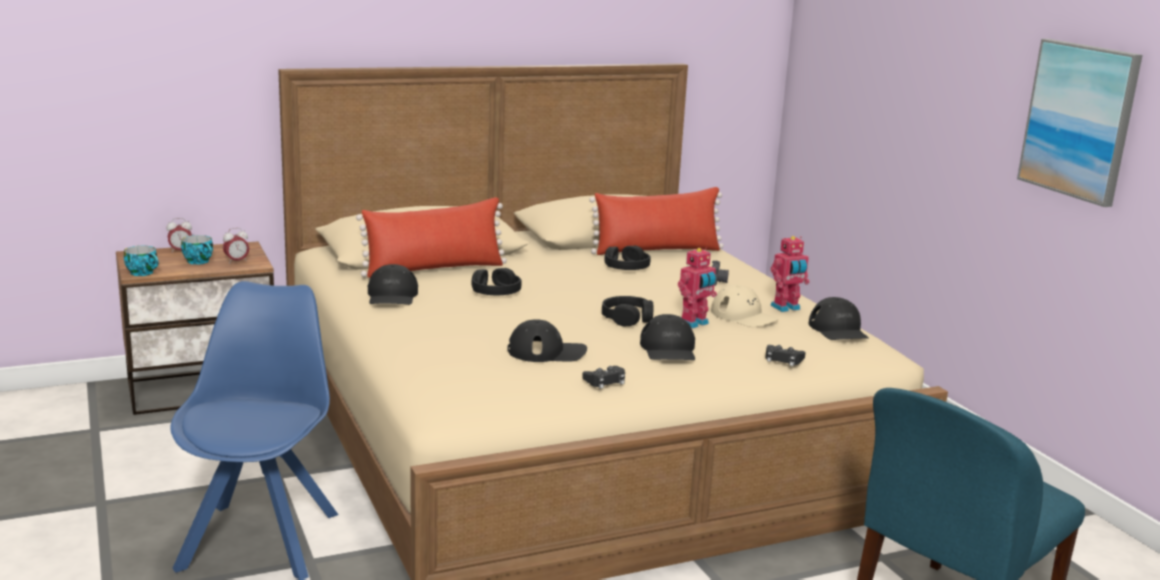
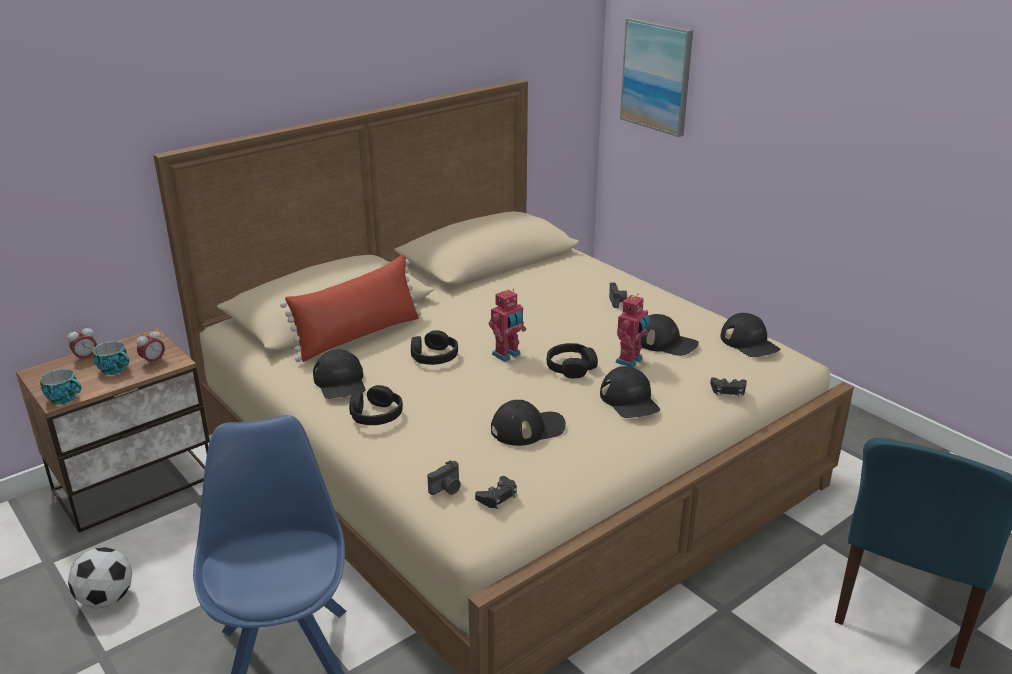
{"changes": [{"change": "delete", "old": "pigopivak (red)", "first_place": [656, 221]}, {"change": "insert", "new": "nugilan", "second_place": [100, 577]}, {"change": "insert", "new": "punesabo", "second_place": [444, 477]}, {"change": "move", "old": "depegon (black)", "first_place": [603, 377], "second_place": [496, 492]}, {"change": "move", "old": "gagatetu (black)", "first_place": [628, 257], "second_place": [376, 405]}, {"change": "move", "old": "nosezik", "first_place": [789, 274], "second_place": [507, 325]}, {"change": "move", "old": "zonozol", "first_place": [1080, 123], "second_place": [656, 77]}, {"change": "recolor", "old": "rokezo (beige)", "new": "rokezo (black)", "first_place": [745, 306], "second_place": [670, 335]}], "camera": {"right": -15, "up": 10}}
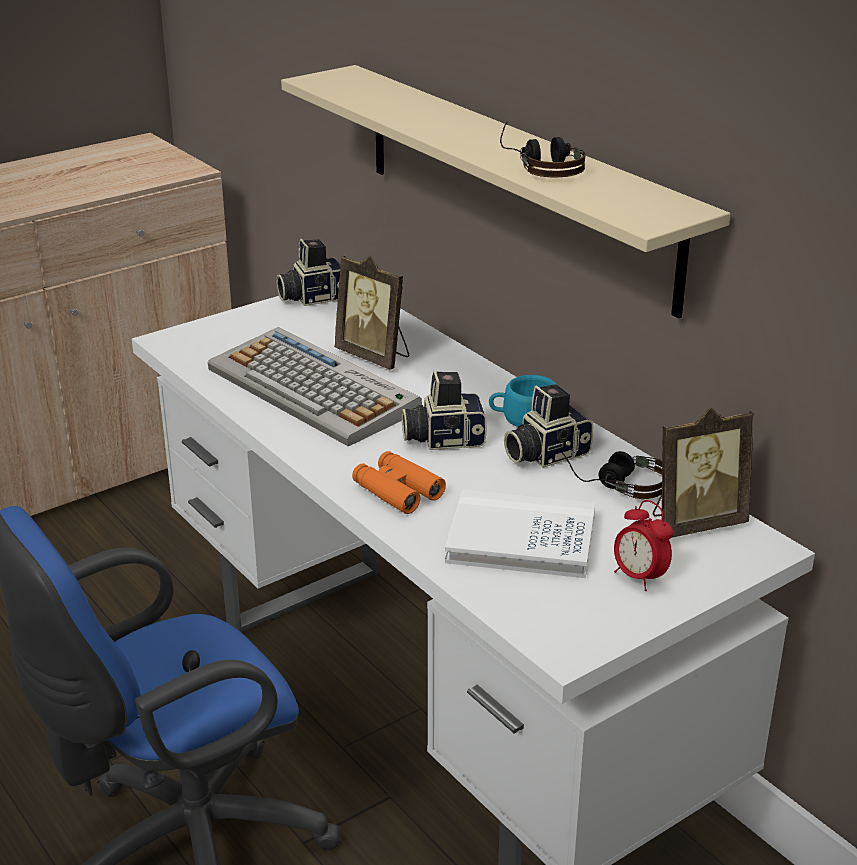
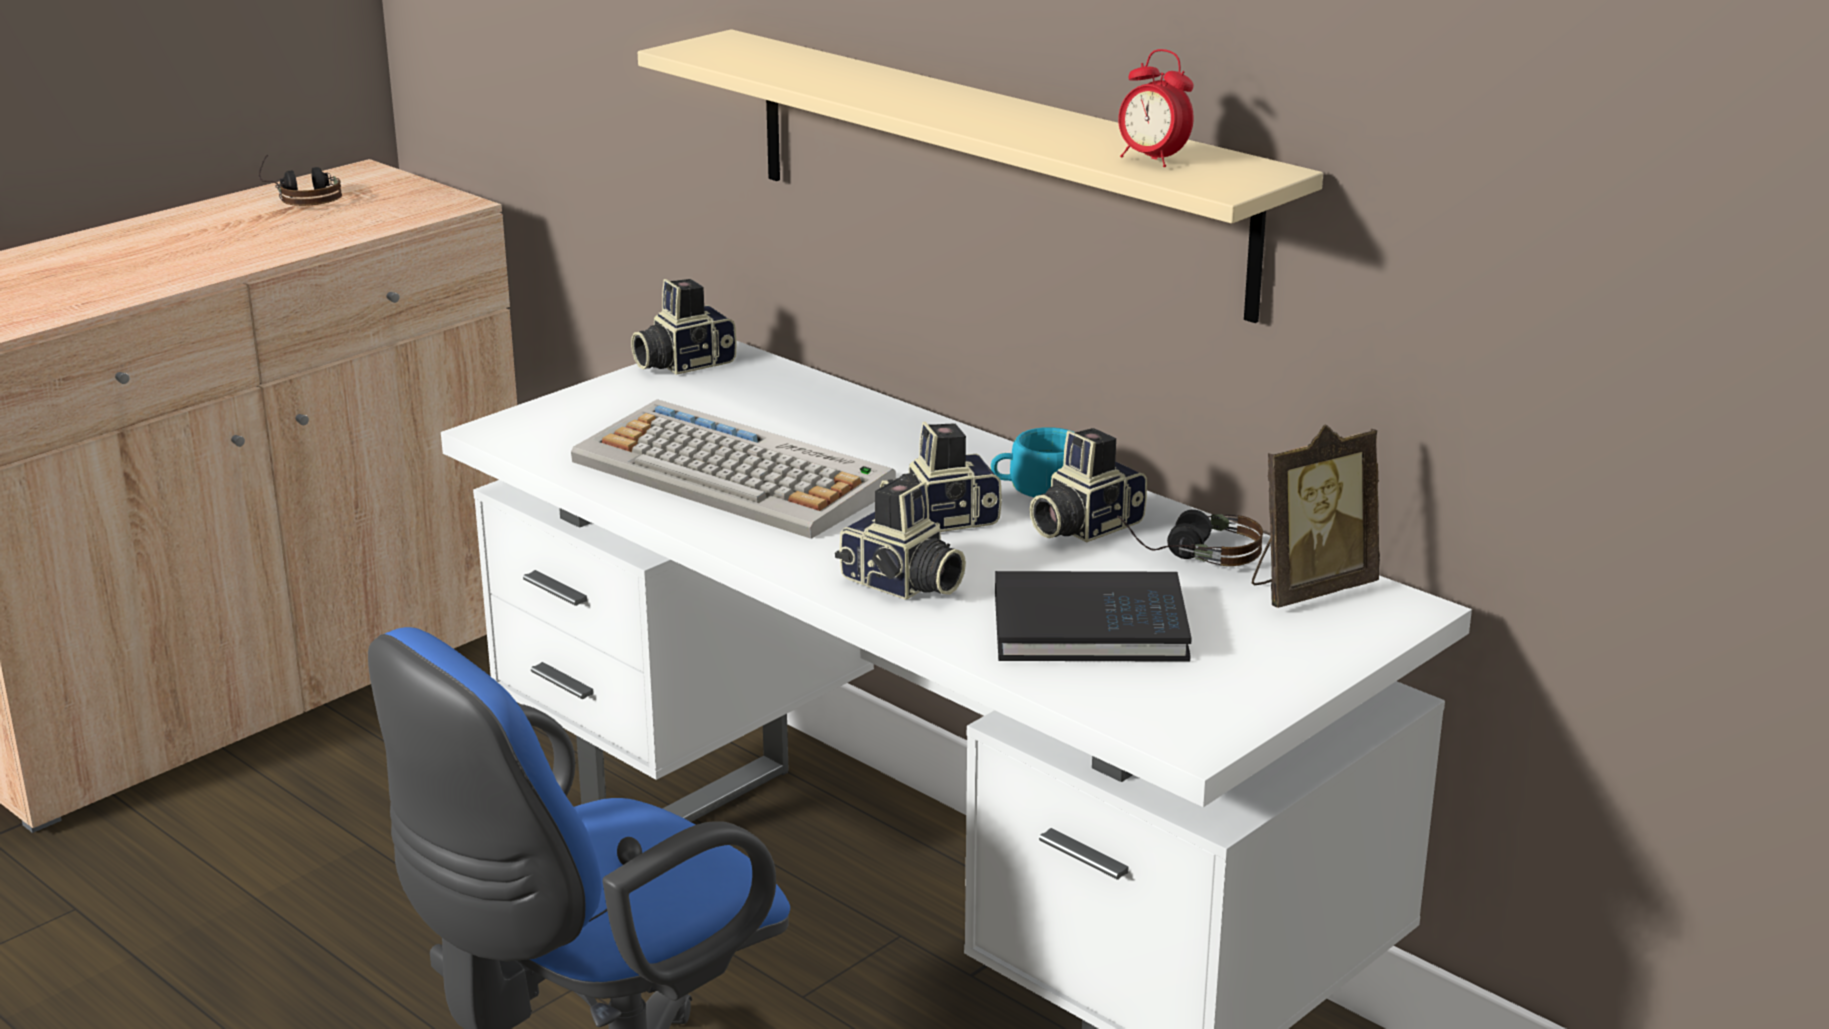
{"changes": [{"change": "delete", "old": "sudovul", "first_place": [371, 313]}, {"change": "move", "old": "gagatetu", "first_place": [543, 149], "second_place": [300, 180]}, {"change": "move", "old": "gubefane", "first_place": [643, 545], "second_place": [1156, 108]}, {"change": "replace", "old": "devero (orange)", "new": "punesabo", "first_place": [399, 482], "second_place": [900, 539]}, {"change": "recolor", "old": "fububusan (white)", "new": "fububusan (black)", "first_place": [520, 534], "second_place": [1093, 616]}], "camera": {"right": -10, "up": -5}}
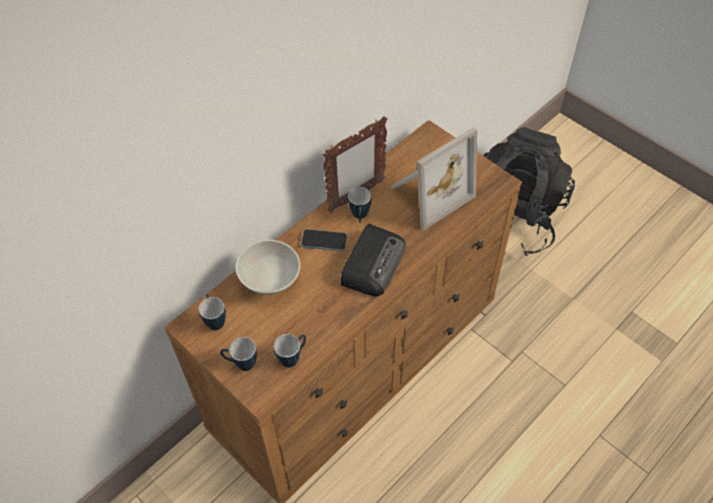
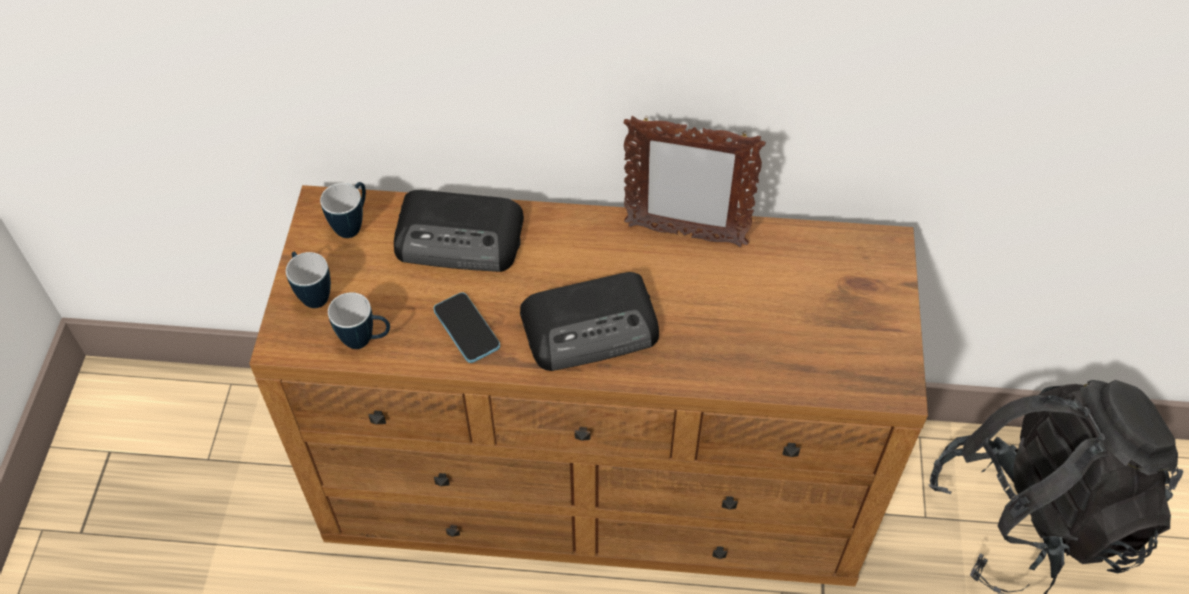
{"changes": [{"change": "delete", "old": "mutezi", "first_place": [359, 204]}, {"change": "delete", "old": "sudovul", "first_place": [433, 178]}, {"change": "move", "old": "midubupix", "first_place": [324, 240], "second_place": [466, 327]}, {"change": "replace", "old": "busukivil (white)", "new": "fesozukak", "first_place": [267, 267], "second_place": [459, 231]}], "camera": {"right": 50, "up": 0}}
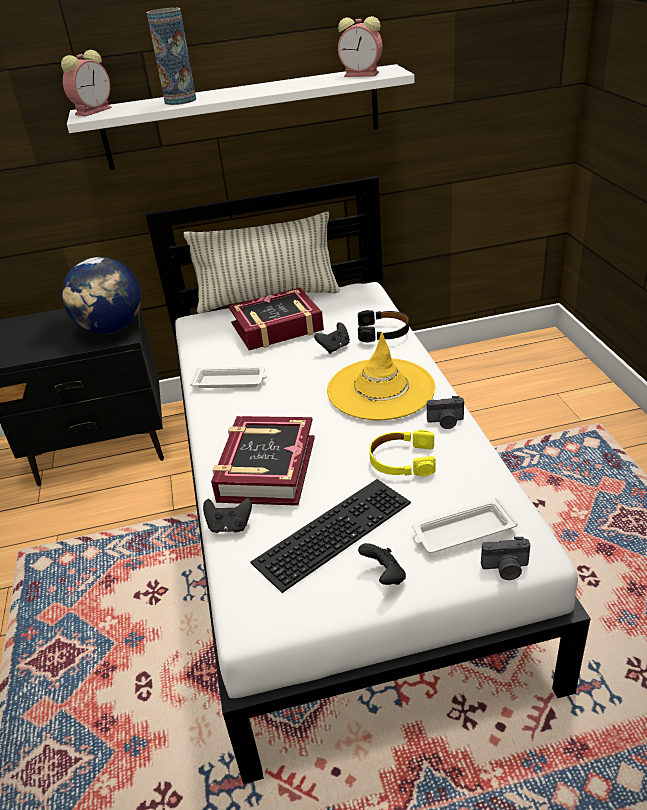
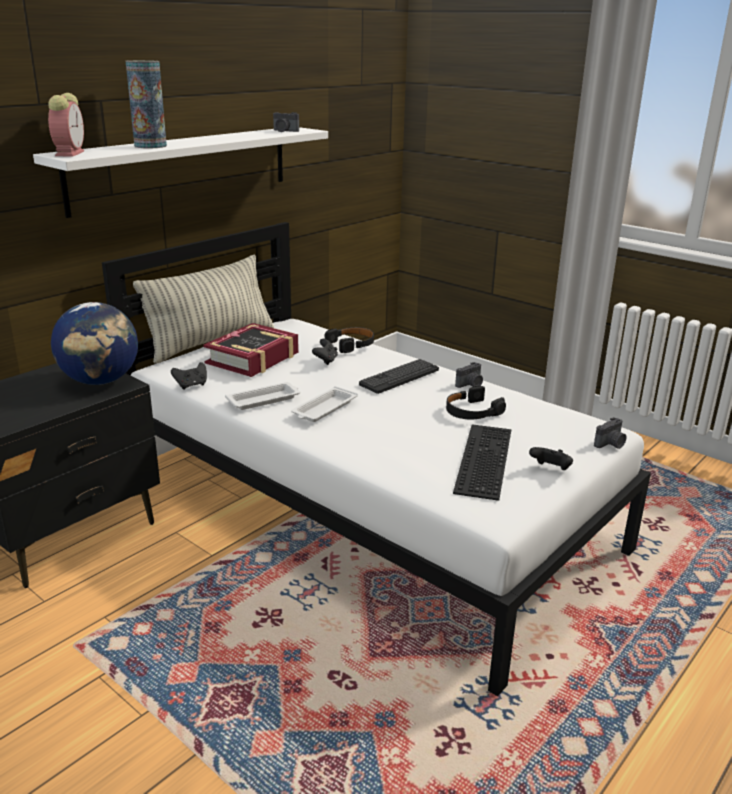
{"changes": [{"change": "delete", "old": "fububusan", "first_place": [263, 461]}, {"change": "move", "old": "depegon (black)", "first_place": [227, 515], "second_place": [189, 376]}, {"change": "move", "old": "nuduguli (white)", "first_place": [465, 525], "second_place": [324, 404]}, {"change": "replace", "old": "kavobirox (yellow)", "new": "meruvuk", "first_place": [381, 376], "second_place": [399, 376]}, {"change": "replace", "old": "gubefane", "new": "punesabo", "first_place": [360, 46], "second_place": [286, 122]}, {"change": "recolor", "old": "gagatetu (yellow)", "new": "gagatetu (black)", "first_place": [402, 453], "second_place": [476, 402]}], "camera": {"right": -40, "up": -10}}
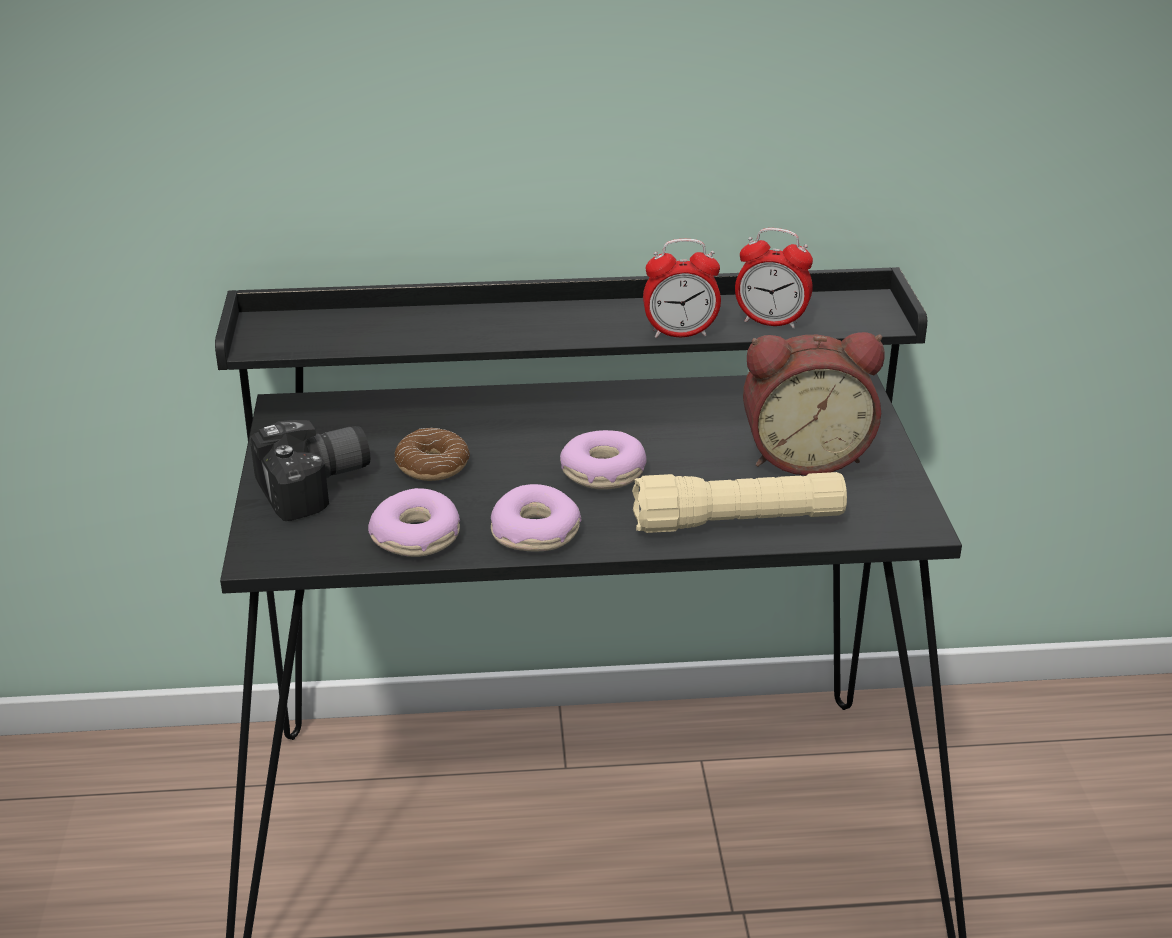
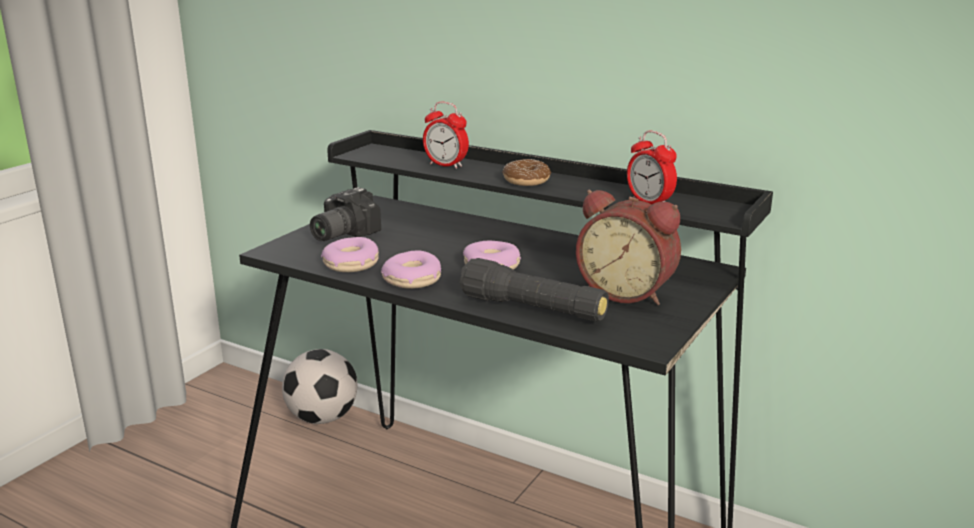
{"changes": [{"change": "insert", "new": "nugilan", "second_place": [319, 386]}, {"change": "move", "old": "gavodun", "first_place": [432, 454], "second_place": [526, 172]}, {"change": "move", "old": "gubefane", "first_place": [682, 288], "second_place": [446, 135]}, {"change": "recolor", "old": "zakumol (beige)", "new": "zakumol (black)", "first_place": [739, 502], "second_place": [534, 290]}, {"change": "rotate", "old": "punesabo", "first_place": [310, 470], "second_place": [345, 214], "degrees": 120}], "camera": {"right": 35, "up": -10}}
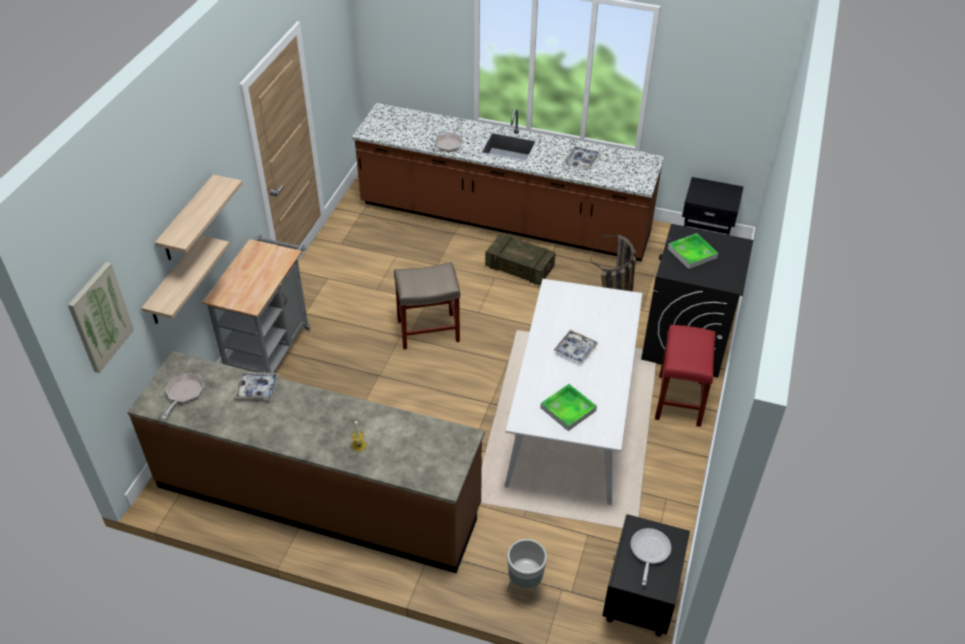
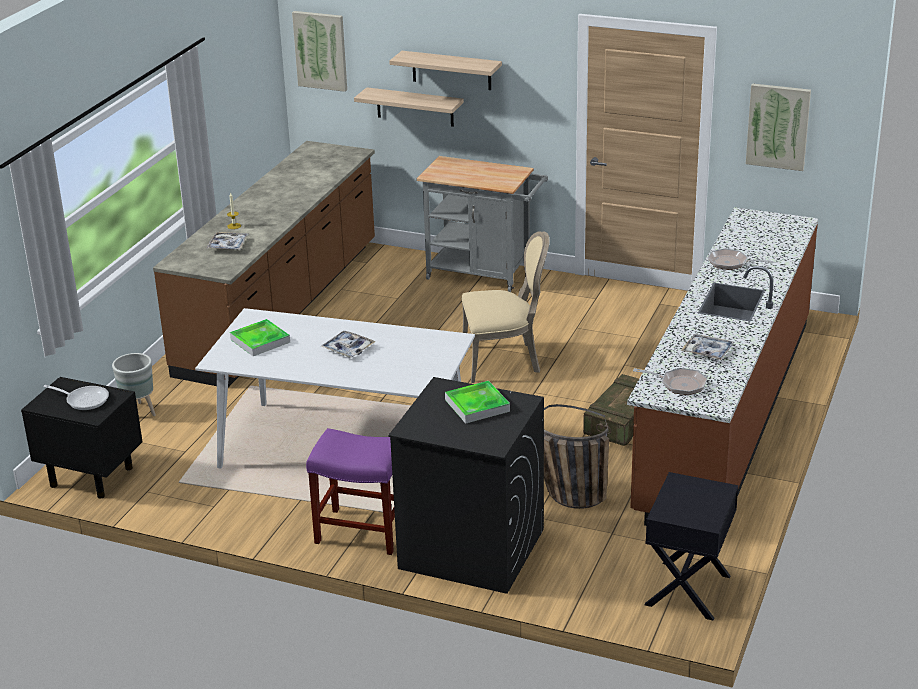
{"changes": [{"change": "insert", "new": "zonozol", "second_place": [778, 127]}, {"change": "move", "old": "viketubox", "first_place": [183, 396], "second_place": [670, 381]}, {"change": "move", "old": "nuduguli", "first_place": [256, 386], "second_place": [228, 241]}, {"change": "replace", "old": "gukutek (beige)", "new": "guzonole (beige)", "first_place": [427, 306], "second_place": [506, 307]}, {"change": "recolor", "old": "gukutek (red)", "new": "gukutek (purple)", "first_place": [685, 376], "second_place": [350, 491]}], "camera": {"right": 95, "up": -15}}
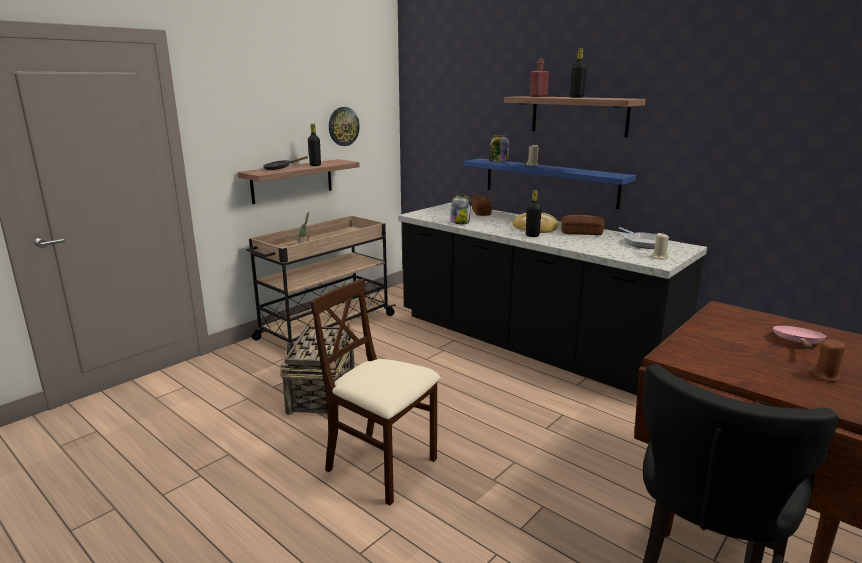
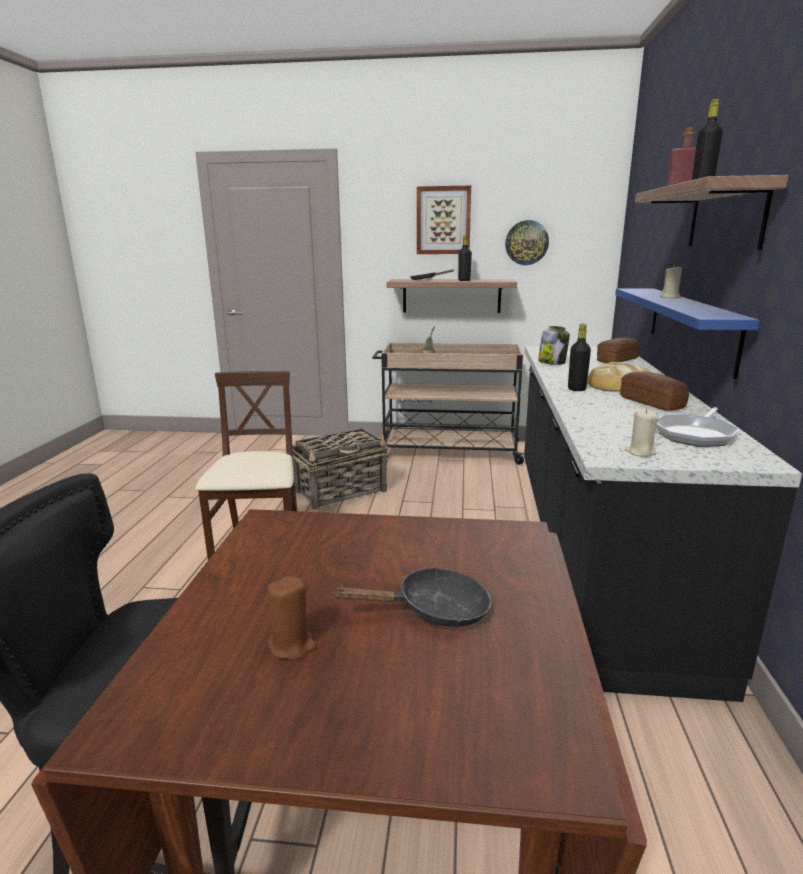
{"changes": [{"change": "delete", "old": "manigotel", "first_place": [499, 148]}, {"change": "insert", "new": "zonozol", "second_place": [444, 220]}, {"change": "recolor", "old": "viketubox (pink)", "new": "viketubox (black)", "first_place": [799, 337], "second_place": [411, 597]}], "camera": {"right": 55, "up": 0}}
